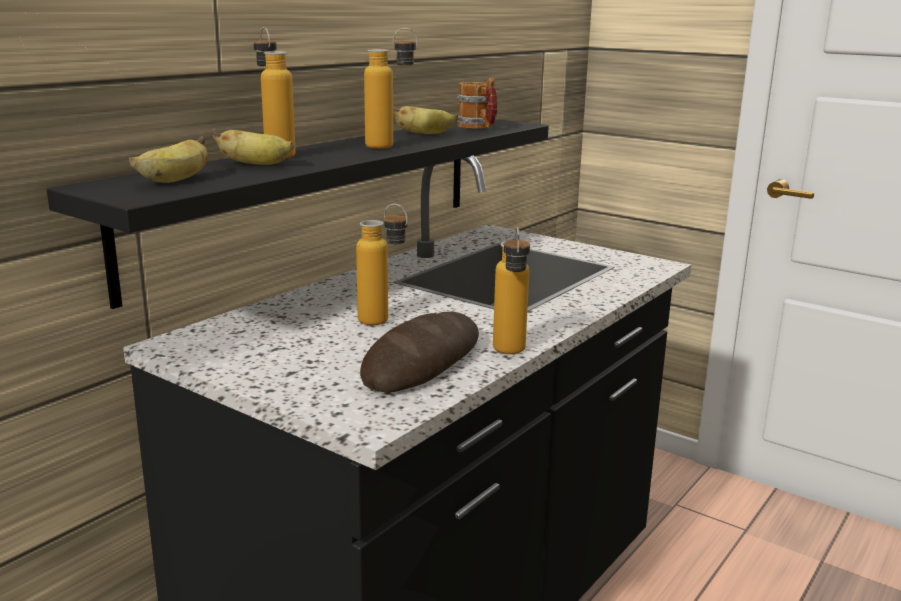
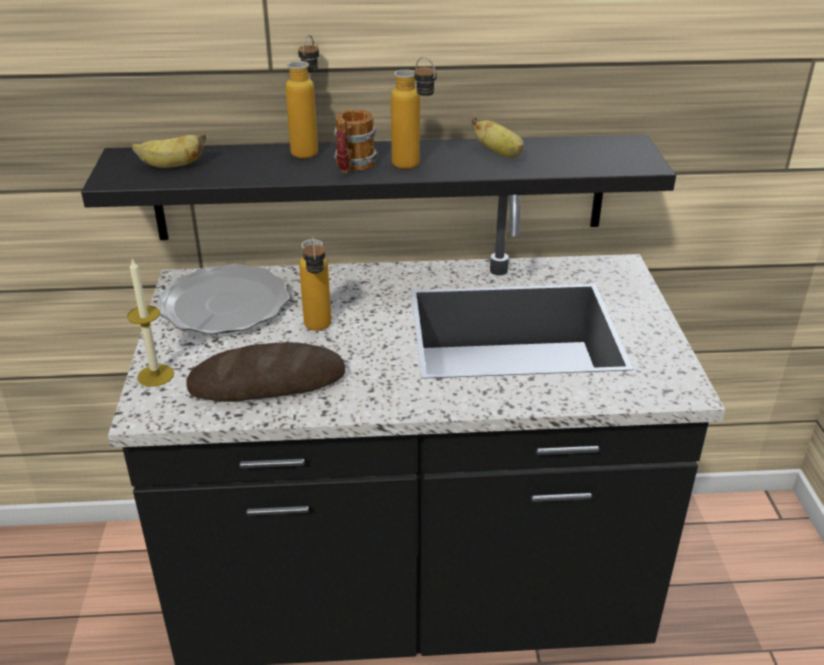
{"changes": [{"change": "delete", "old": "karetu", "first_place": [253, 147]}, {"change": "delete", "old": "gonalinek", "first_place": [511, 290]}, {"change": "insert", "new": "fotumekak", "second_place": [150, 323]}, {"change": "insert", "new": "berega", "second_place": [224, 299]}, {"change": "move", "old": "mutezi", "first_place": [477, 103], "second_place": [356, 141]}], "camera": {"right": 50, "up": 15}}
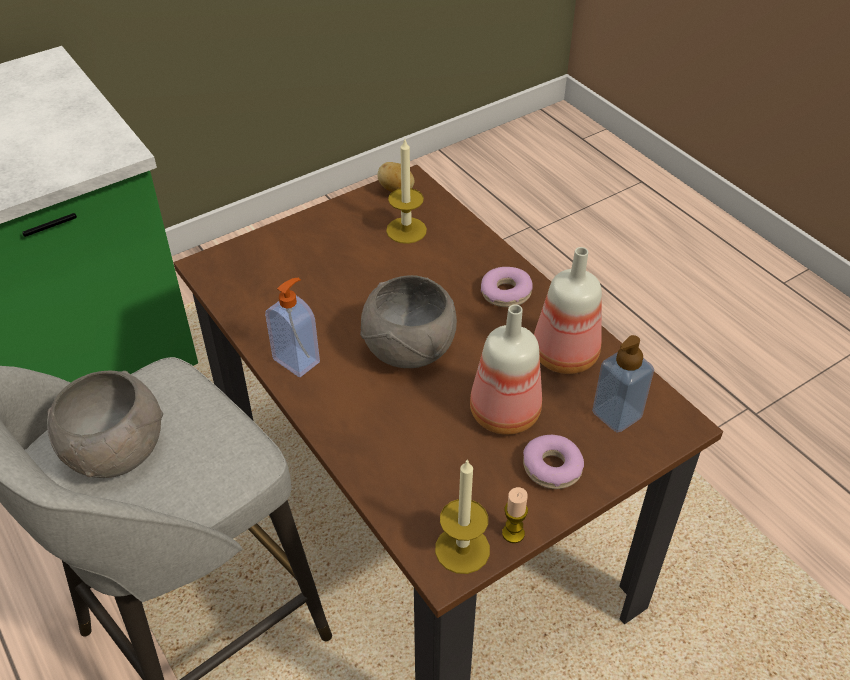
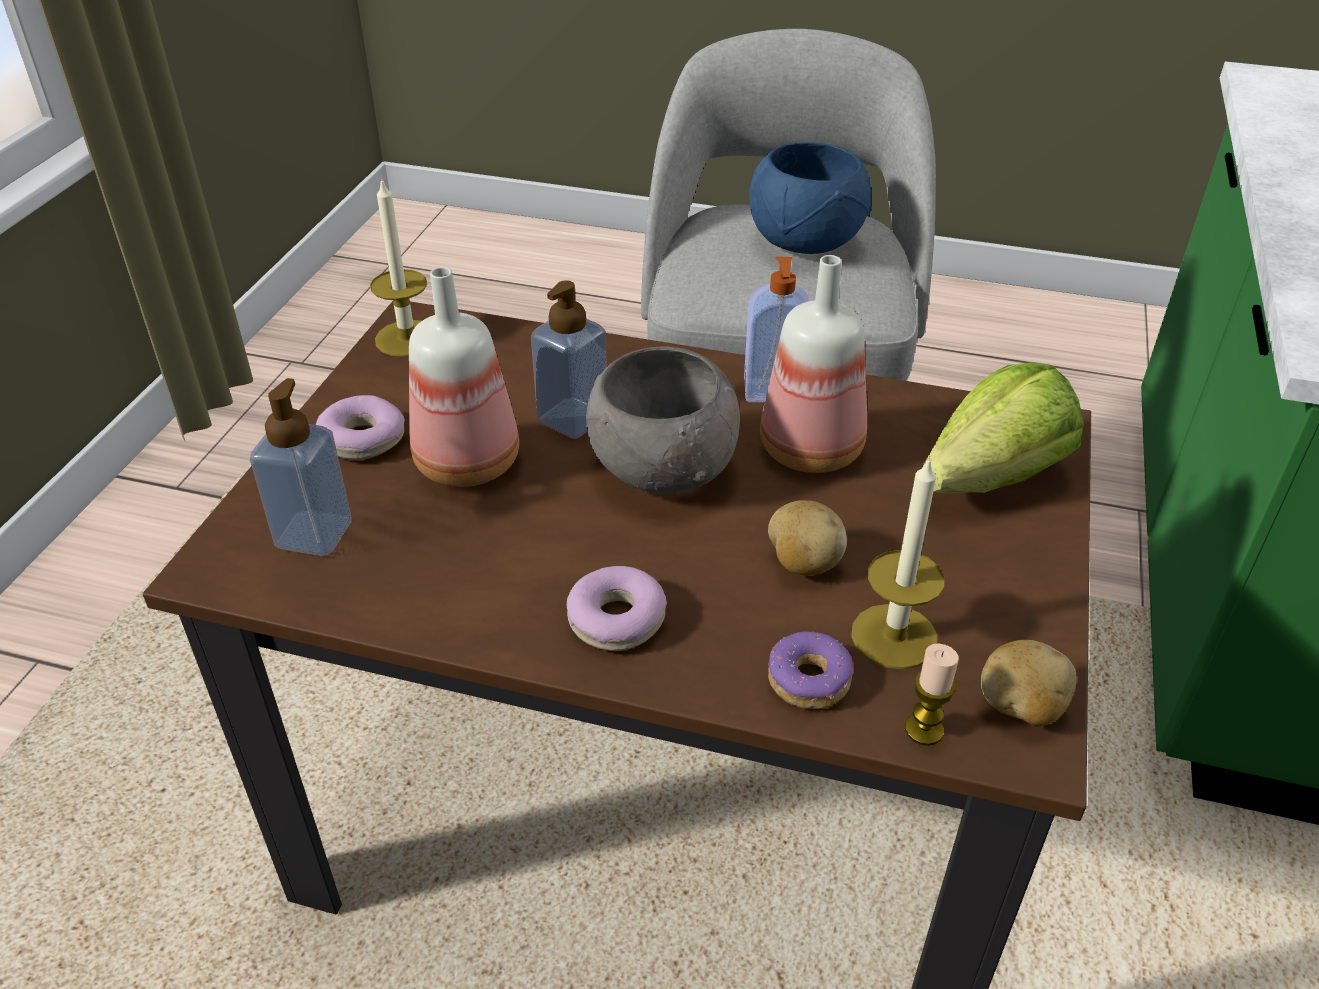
{"changes": [{"change": "insert", "new": "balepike", "second_place": [569, 359]}, {"change": "insert", "new": "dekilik", "second_place": [807, 538]}, {"change": "insert", "new": "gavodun", "second_place": [810, 670]}, {"change": "insert", "new": "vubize", "second_place": [1003, 428]}, {"change": "move", "old": "fotumekak", "first_place": [515, 515], "second_place": [932, 694]}, {"change": "move", "old": "gonalinek", "first_place": [568, 310], "second_place": [813, 364]}, {"change": "recolor", "old": "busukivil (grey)", "new": "busukivil (blue)", "first_place": [105, 424], "second_place": [810, 198]}], "camera": {"right": 140, "up": -5}}
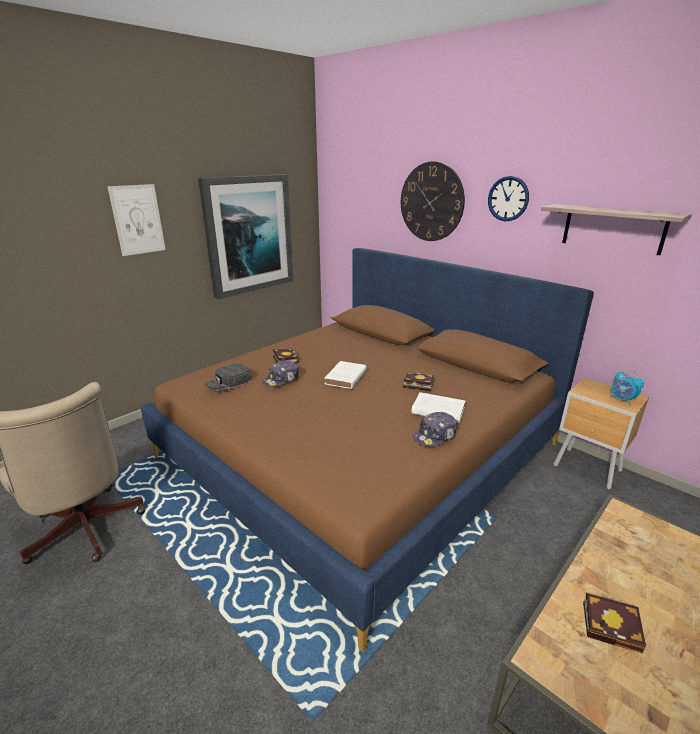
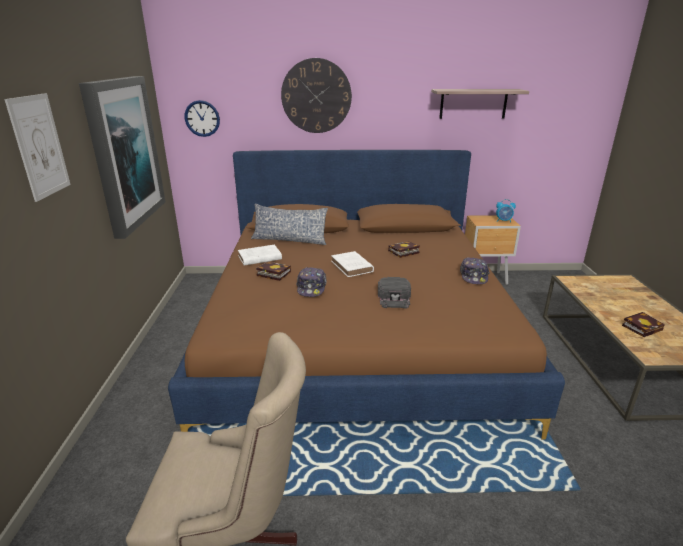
{"changes": [{"change": "insert", "new": "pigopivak", "second_place": [289, 224]}, {"change": "move", "old": "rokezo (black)", "first_place": [228, 377], "second_place": [394, 293]}, {"change": "move", "old": "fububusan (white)", "first_place": [438, 407], "second_place": [260, 255]}, {"change": "move", "old": "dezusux", "first_place": [508, 198], "second_place": [202, 118]}], "camera": {"right": -45, "up": 0}}
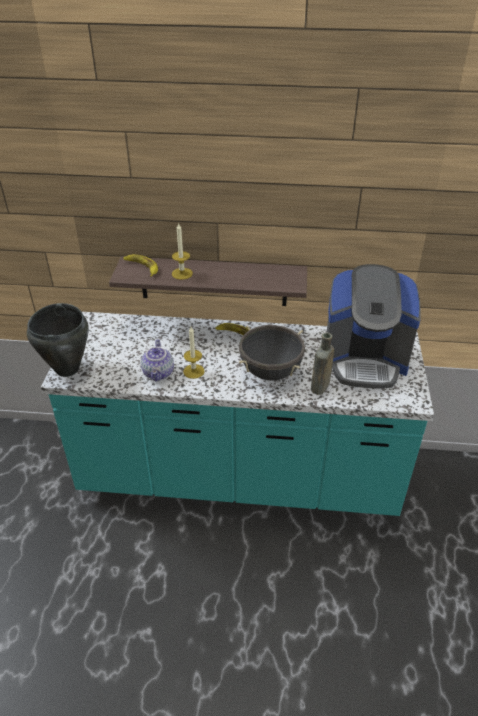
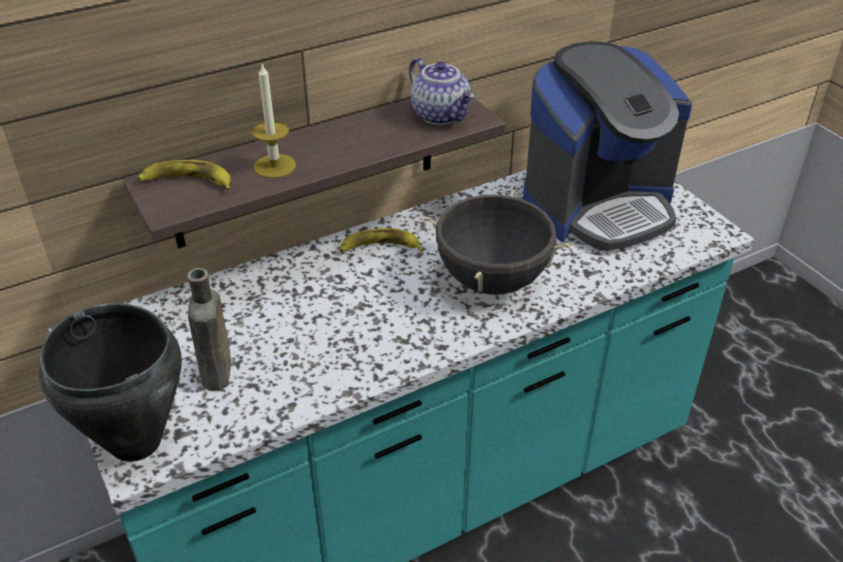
{"changes": [{"change": "delete", "old": "fotumekak", "first_place": [194, 353]}, {"change": "move", "old": "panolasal", "first_place": [157, 361], "second_place": [442, 91]}, {"change": "move", "old": "gonalinek (brown)", "first_place": [322, 363], "second_place": [209, 329]}], "camera": {"right": -35, "up": 0}}
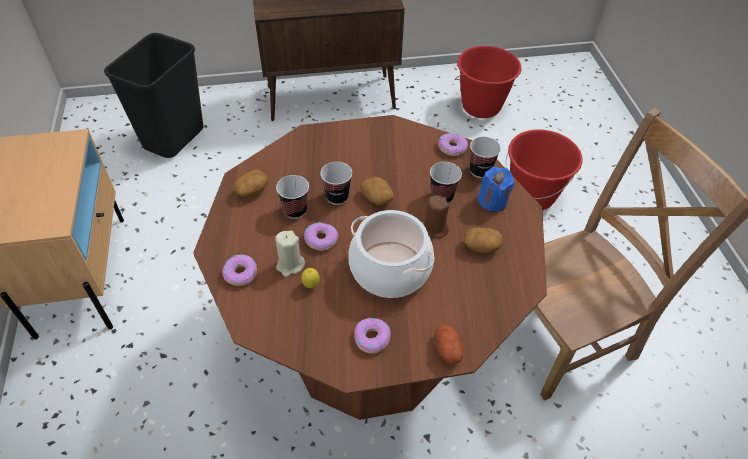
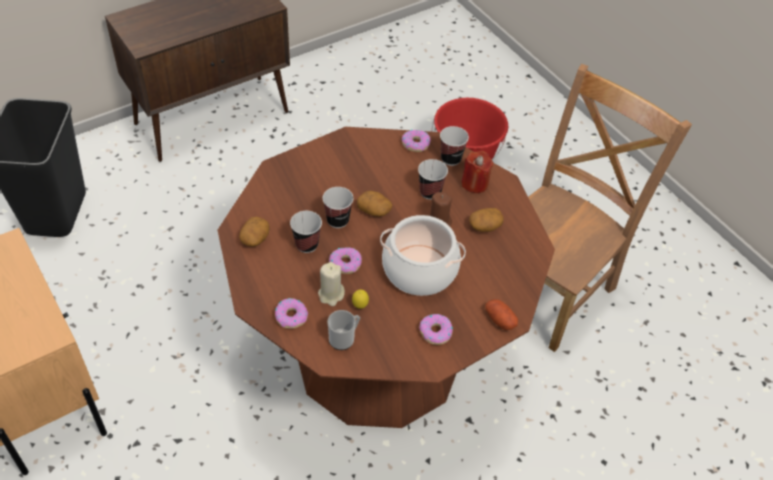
{"changes": [{"change": "delete", "old": "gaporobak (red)", "first_place": [488, 82]}, {"change": "insert", "new": "mutezi", "second_place": [343, 330]}, {"change": "recolor", "old": "fotumekak (blue)", "new": "fotumekak (red)", "first_place": [495, 189], "second_place": [477, 172]}], "camera": {"right": -25, "up": 0}}
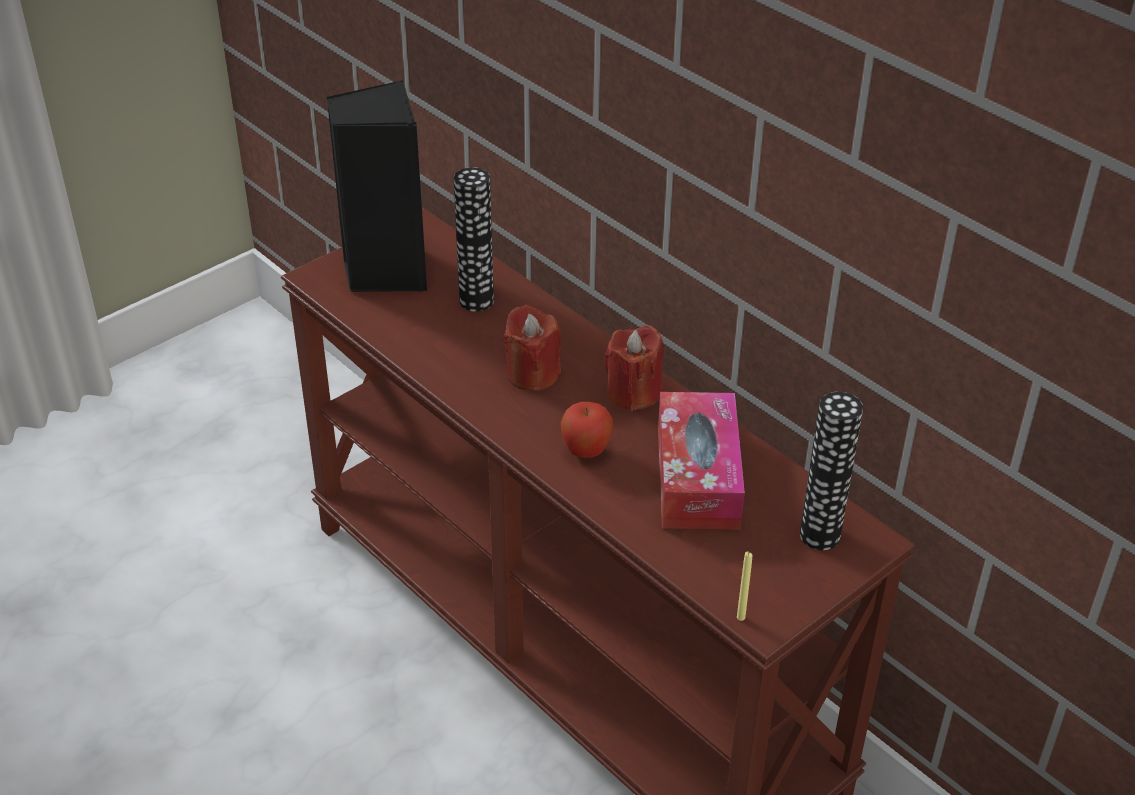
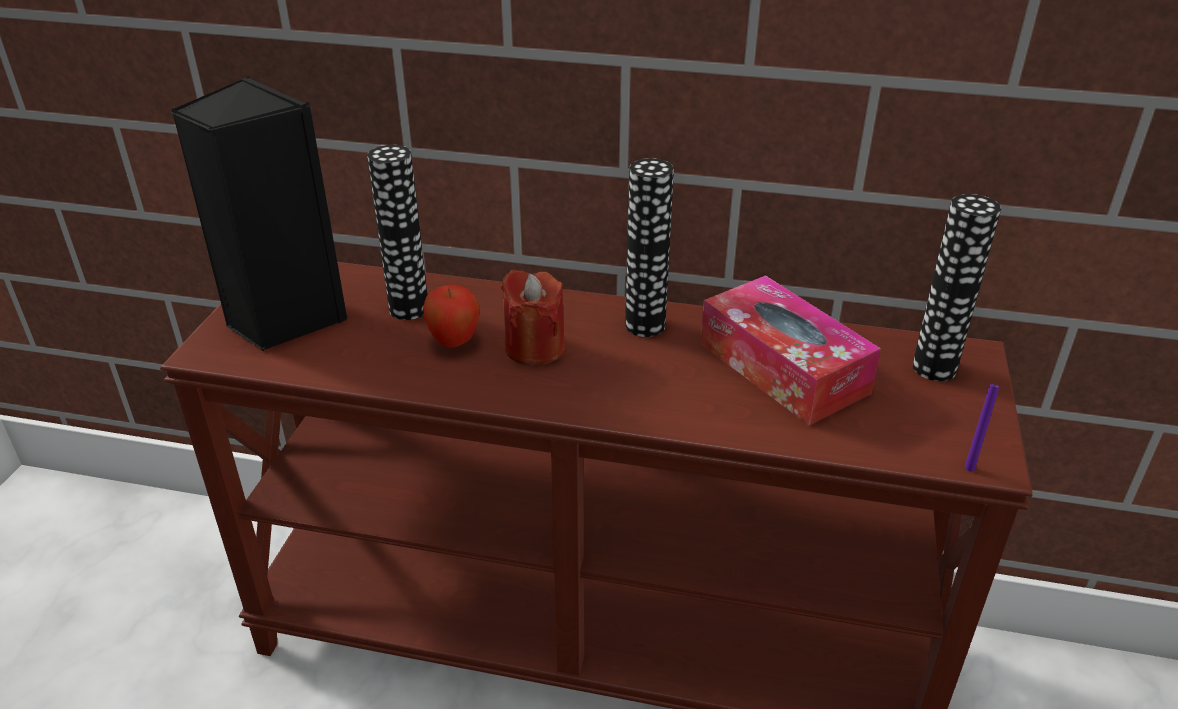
{"changes": [{"change": "move", "old": "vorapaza", "first_place": [587, 430], "second_place": [451, 316]}, {"change": "replace", "old": "fotumekak (red)", "new": "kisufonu", "first_place": [633, 368], "second_place": [649, 247]}, {"change": "recolor", "old": "fotumekak (yellow)", "new": "fotumekak (purple)", "first_place": [744, 586], "second_place": [982, 427]}], "camera": {"right": -35, "up": -5}}
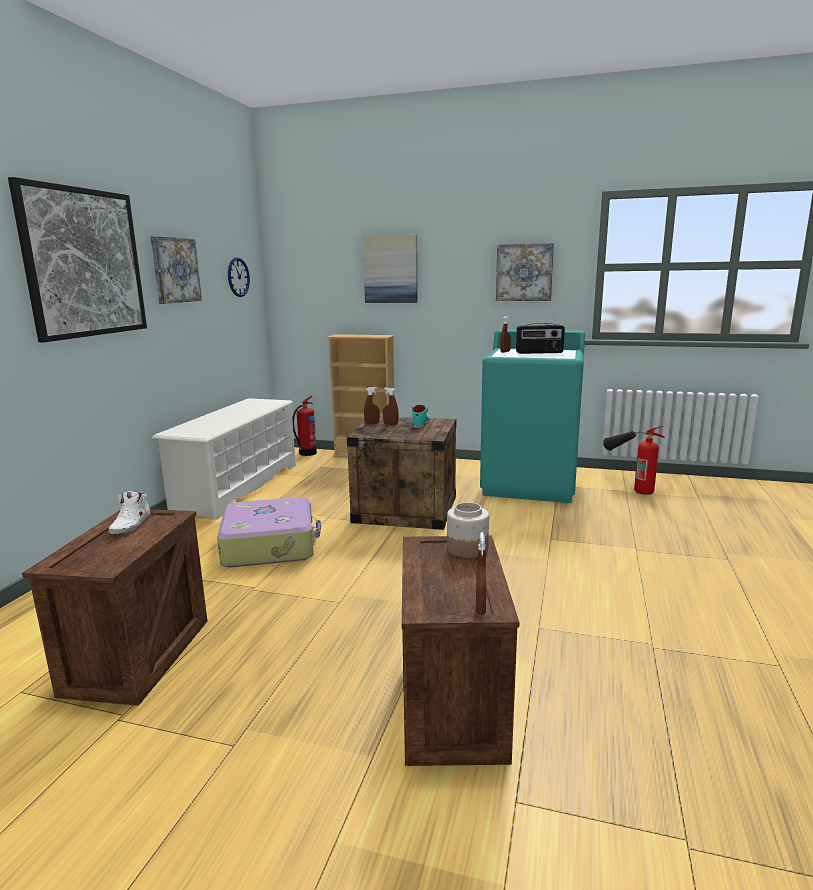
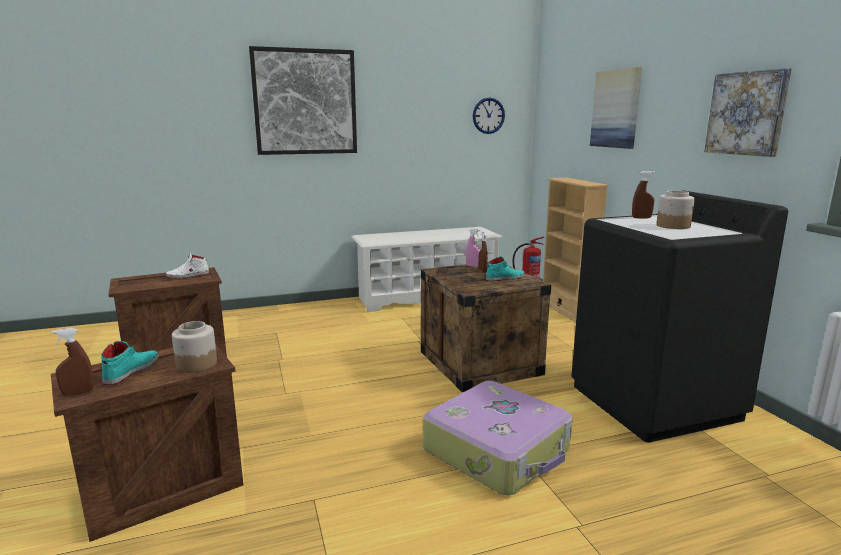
{"changes": [{"change": "delete", "old": "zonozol", "first_place": [176, 270]}, {"change": "delete", "old": "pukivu", "first_place": [634, 460]}, {"change": "insert", "new": "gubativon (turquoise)", "second_place": [130, 363]}, {"change": "move", "old": "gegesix", "first_place": [269, 532], "second_place": [497, 438]}, {"change": "replace", "old": "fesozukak", "new": "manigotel", "first_place": [540, 338], "second_place": [675, 210]}, {"change": "recolor", "old": "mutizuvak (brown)", "new": "mutizuvak (pink)", "first_place": [372, 406], "second_place": [472, 248]}, {"change": "recolor", "old": "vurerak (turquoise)", "new": "vurerak (black)", "first_place": [532, 416], "second_place": [679, 316]}], "camera": {"right": 55, "up": 0}}
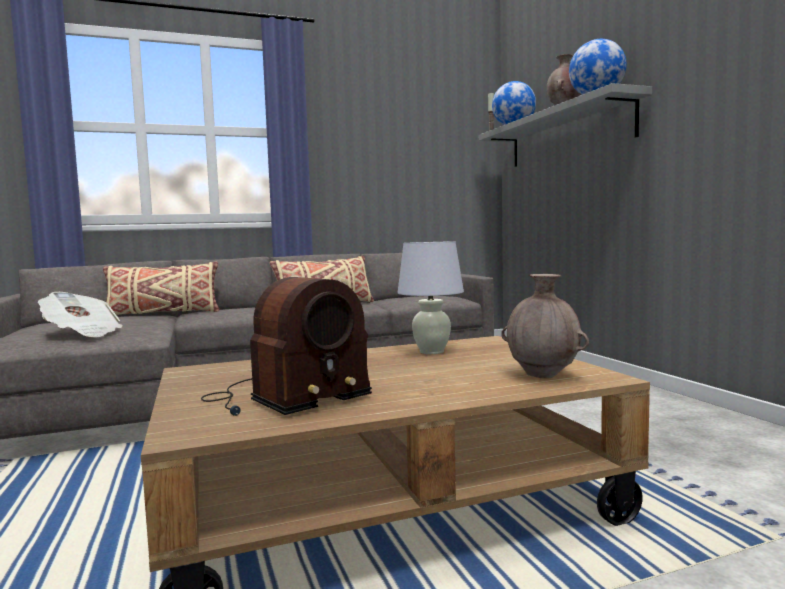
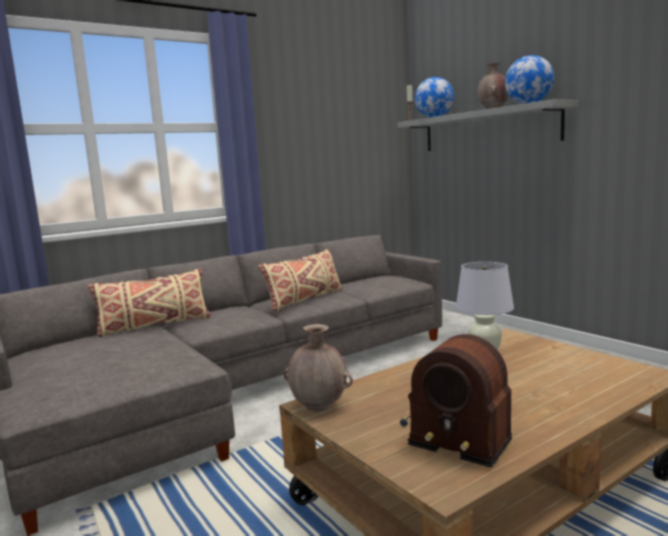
{"changes": [{"change": "delete", "old": "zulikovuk", "first_place": [80, 315]}, {"change": "move", "old": "kisufonu (brown)", "first_place": [545, 326], "second_place": [318, 368]}, {"change": "rotate", "old": "fesozukak", "first_place": [286, 346], "second_place": [456, 401], "degrees": 90}], "camera": {"right": -15, "up": 5}}
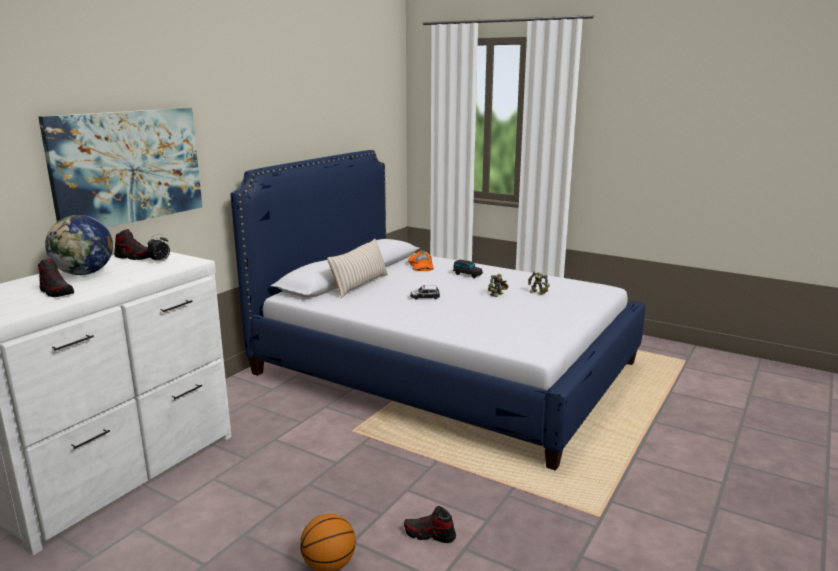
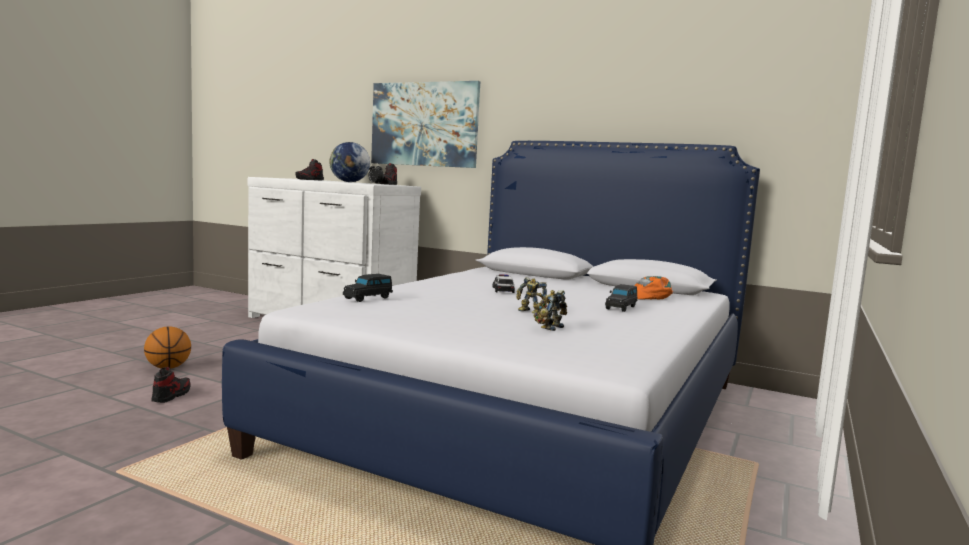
{"changes": [{"change": "delete", "old": "pigopivak (beige)", "first_place": [357, 268]}, {"change": "insert", "new": "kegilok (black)", "second_place": [368, 288]}], "camera": {"right": 85, "up": -10}}
